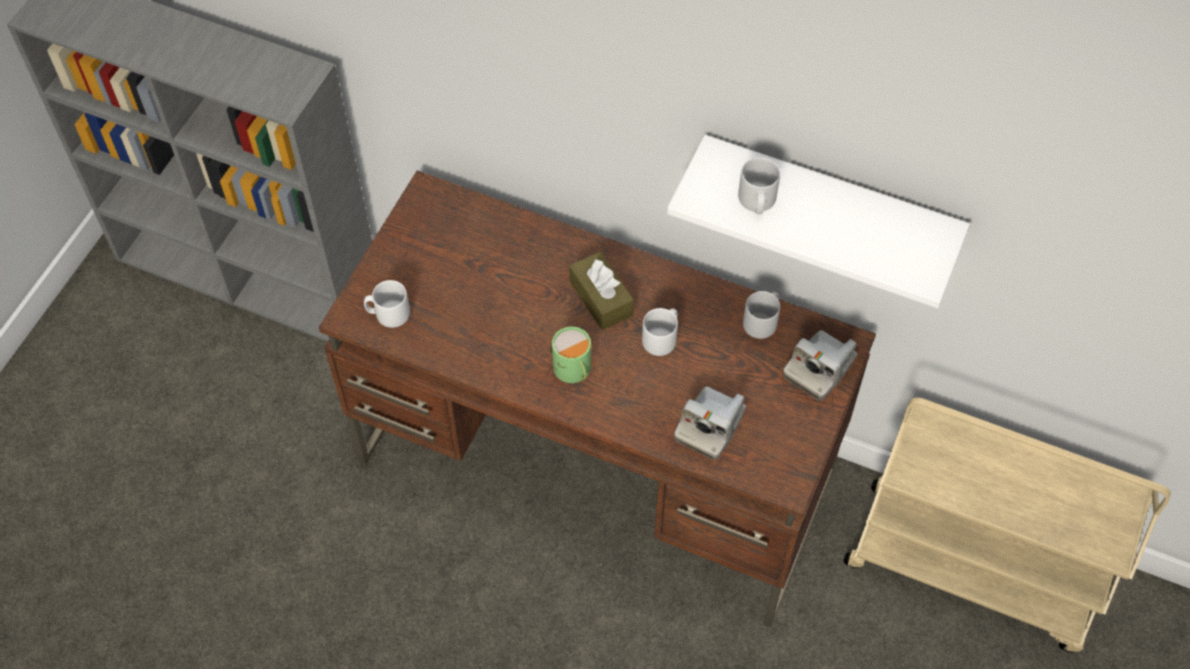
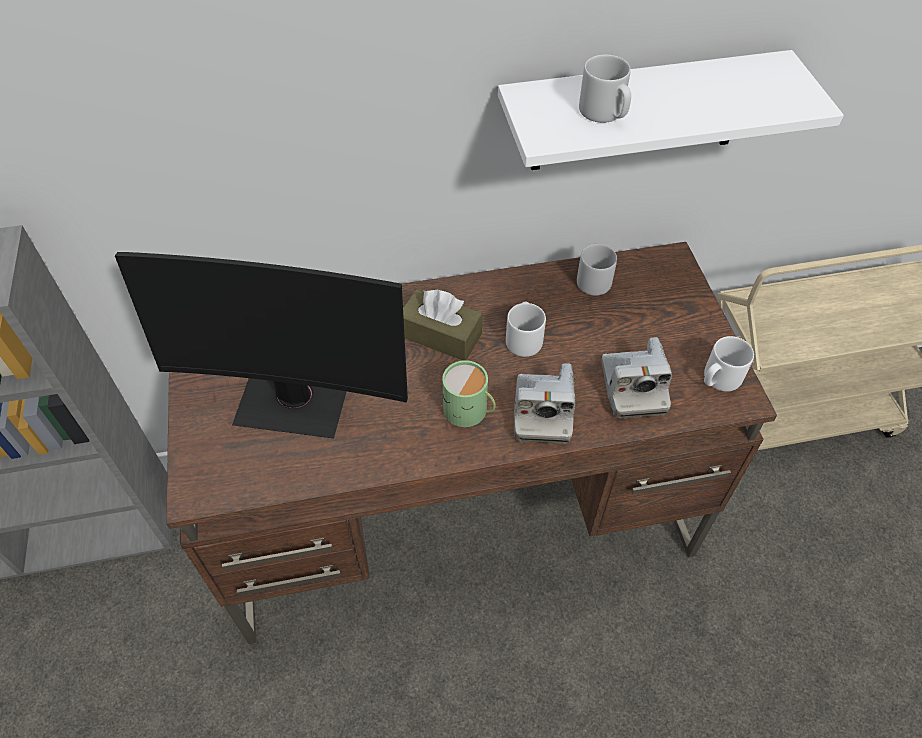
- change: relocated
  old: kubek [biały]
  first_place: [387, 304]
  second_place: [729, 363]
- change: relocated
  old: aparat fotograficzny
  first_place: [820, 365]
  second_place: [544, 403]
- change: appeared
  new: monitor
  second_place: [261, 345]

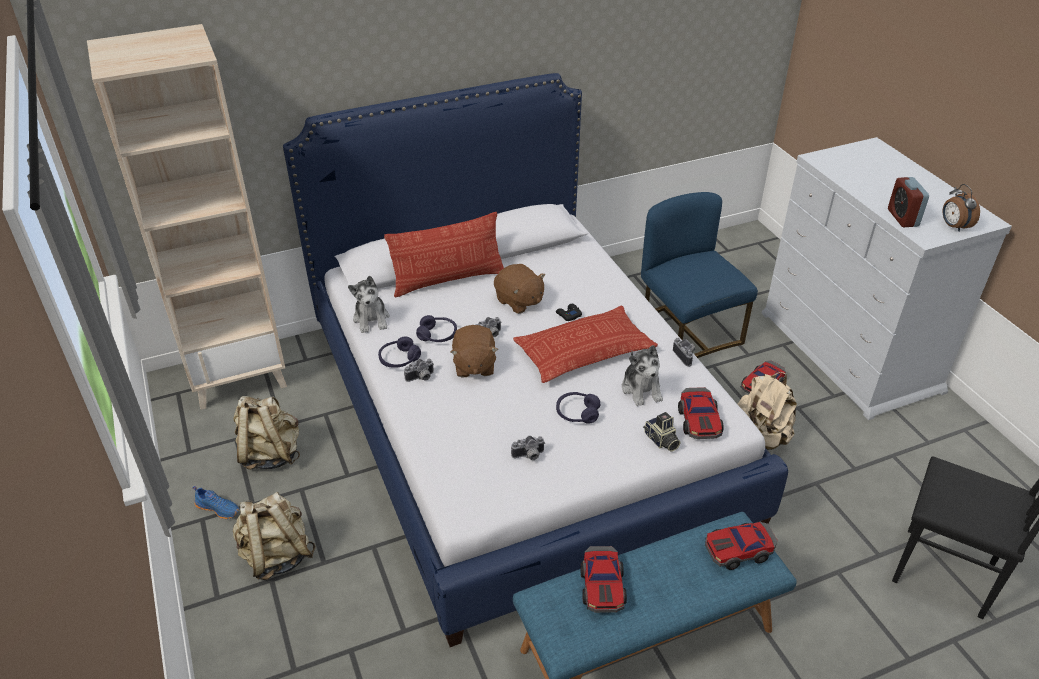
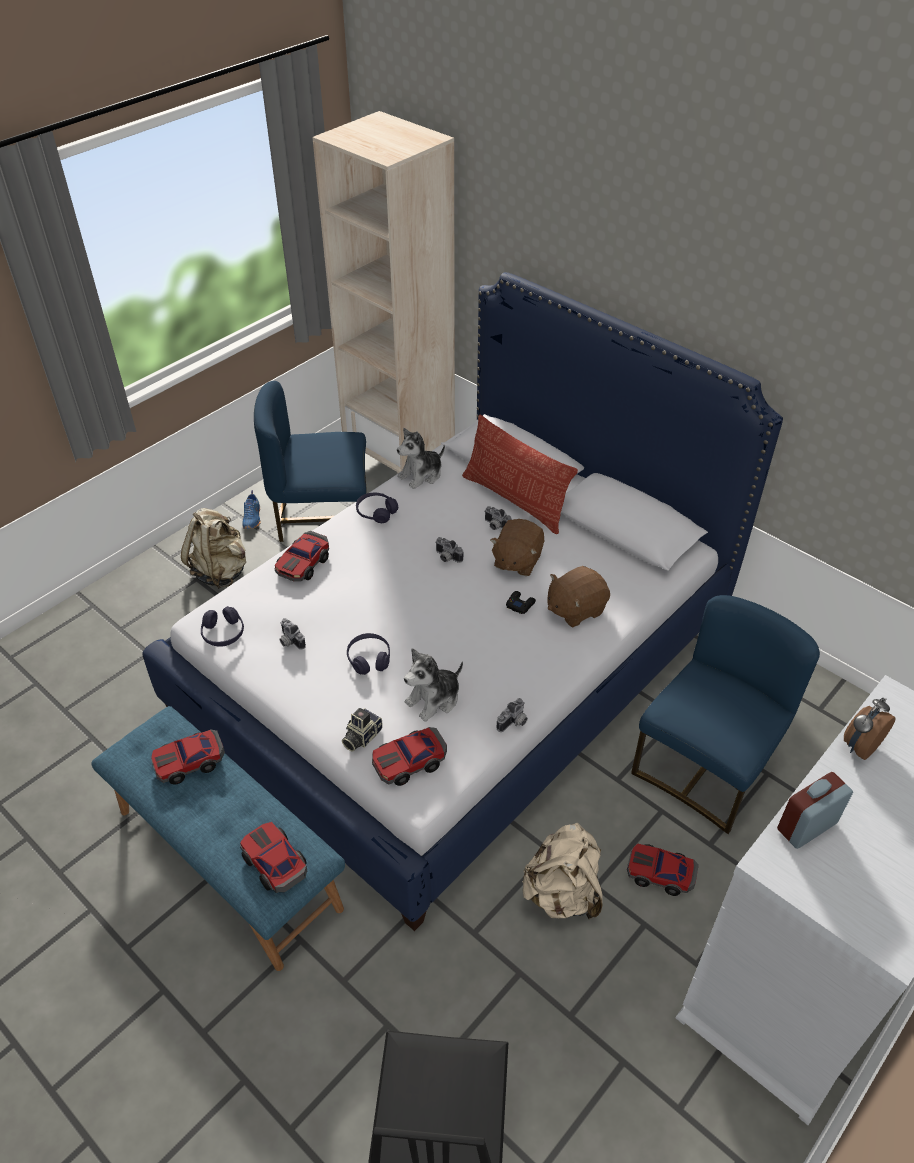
- change: exchanged
  old: plecak [beżowy]
  new: krzesło [niebieski]
  first_place: [266, 433]
  second_place: [310, 461]
- change: relocated
  old: aparat fotograficzny
  first_place: [419, 370]
  second_place: [498, 518]
- change: relocated
  old: słuchawki [fioletowy]
  first_place: [436, 328]
  second_place: [222, 626]
- change: relocated
  old: pluszak [brązowy]
  first_place: [474, 351]
  second_place: [578, 596]
- change: missing
  old: poduszka
  first_place: [585, 344]
- change: relocated
  old: budzik
  first_place: [961, 208]
  second_place: [870, 729]
- change: appeared
  new: samochodzik
  second_place: [301, 556]

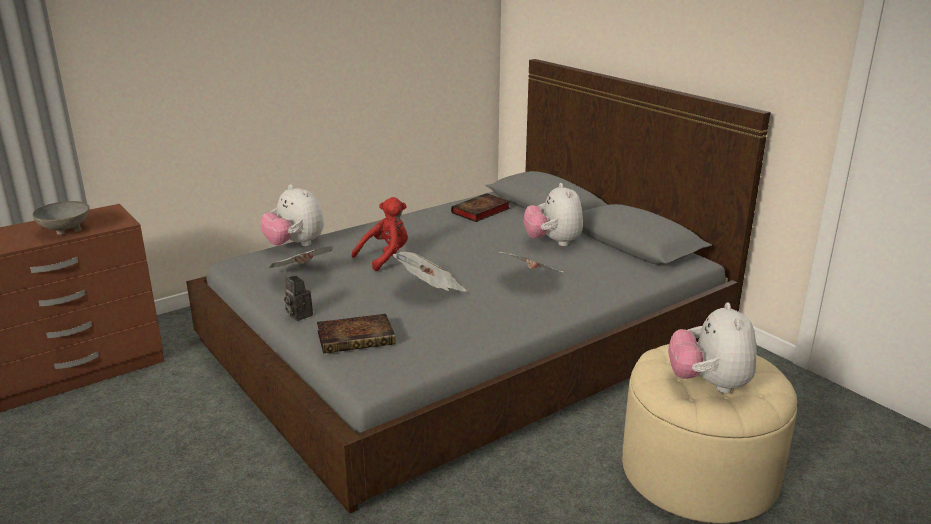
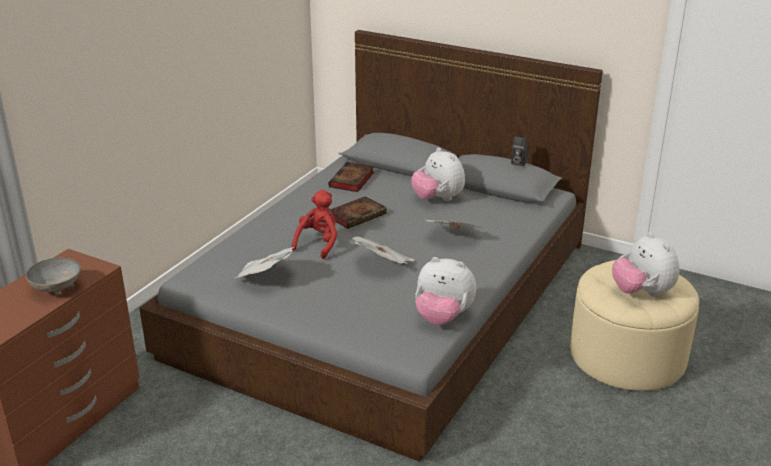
- change: relocated
  old: pluszak
  first_place: [292, 215]
  second_place: [445, 291]
- change: relocated
  old: aparat fotograficzny
  first_place: [298, 298]
  second_place: [520, 150]
- change: relocated
  old: książka
  first_place: [356, 333]
  second_place: [359, 212]

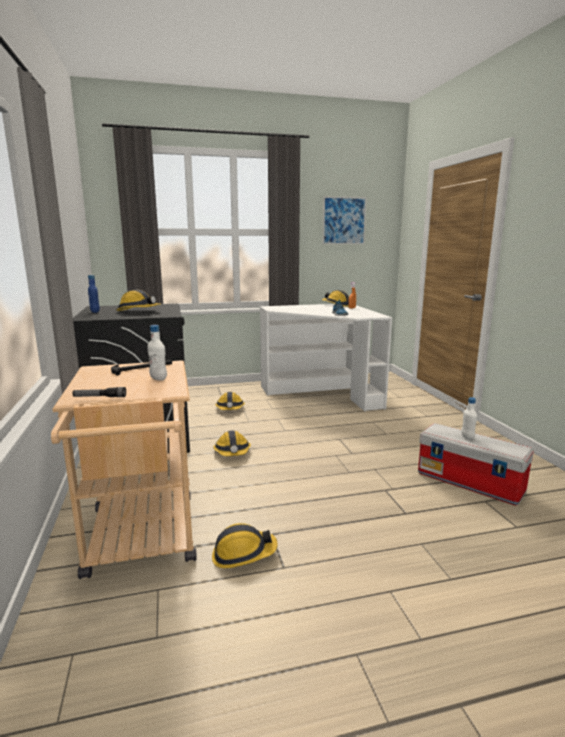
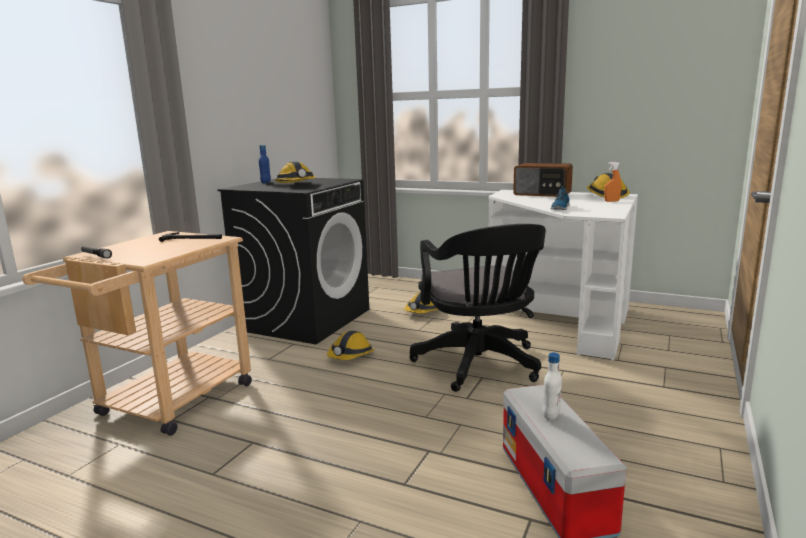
- change: missing
  old: butelka [biały]
  first_place: [157, 353]
- change: missing
  old: kask
  first_place: [244, 545]
- change: missing
  old: obraz
  first_place: [344, 220]
- change: appeared
  new: krzesło biurowe [czarny]
  second_place: [477, 308]
- change: appeared
  new: radio
  second_place: [543, 180]

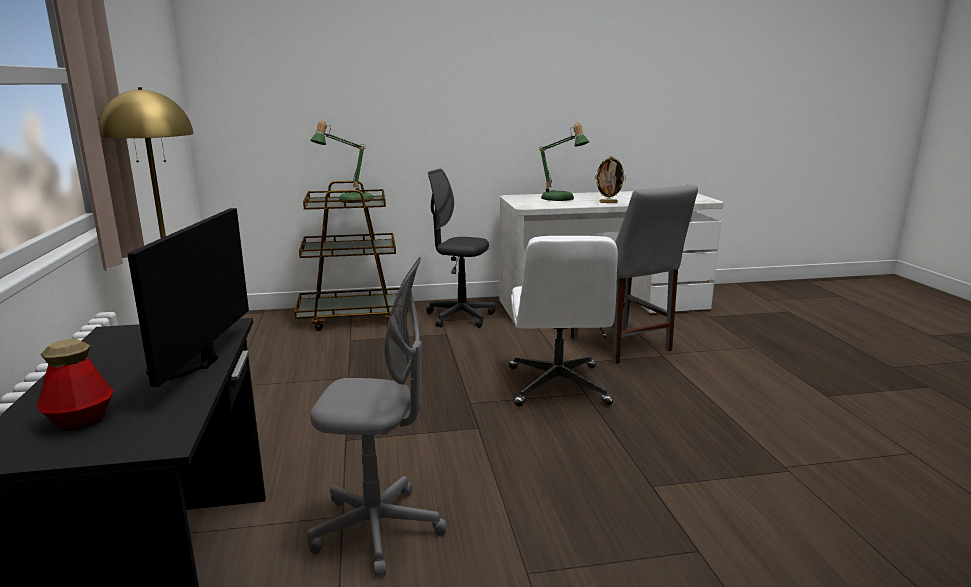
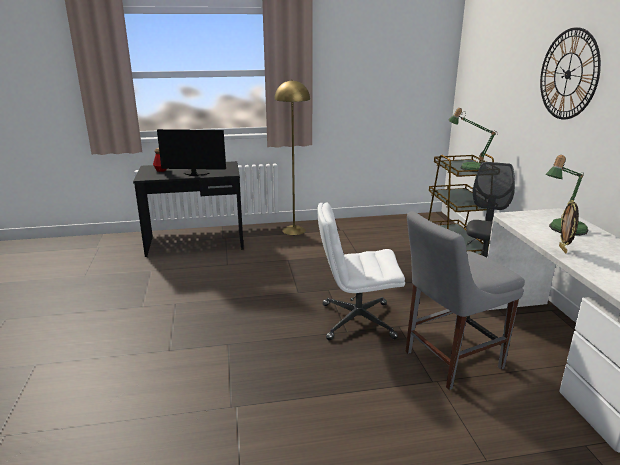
- change: missing
  old: krzesło biurowe [szary]
  first_place: [377, 417]
- change: appeared
  new: zegar ścienny
  second_place: [570, 73]

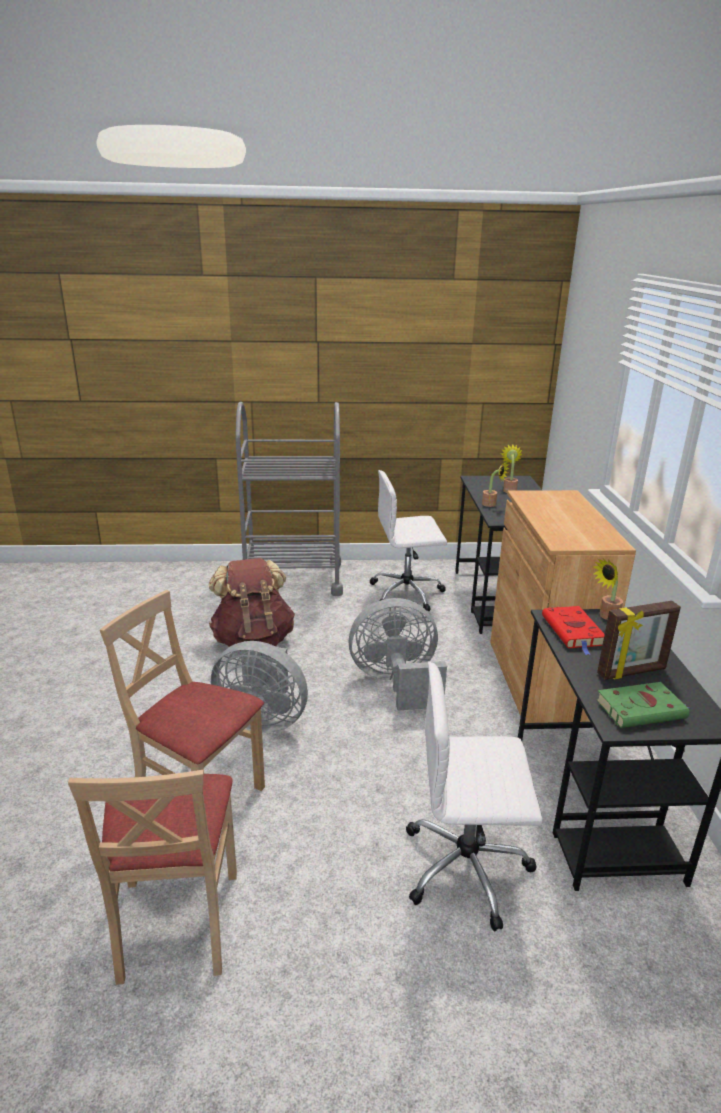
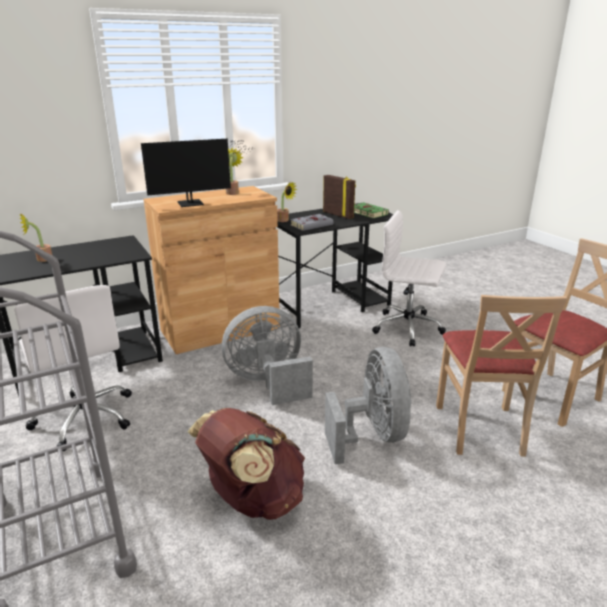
- change: spun
  old: wentylator [szary]
  first_place: [398, 654]
  second_place: [267, 355]
  degrees: 105
- change: spun
  old: krzesło biurowe [biały]
  first_place: [474, 796]
  second_place: [409, 278]
  degrees: 135
- change: relocated
  old: roślina doniczkowa
  first_place: [496, 484]
  second_place: [235, 171]
- change: colour
  old: książka [czerwony]
  new: książka [szary]
  first_place: [573, 630]
  second_place: [312, 222]
- change: appeared
  new: monitor
  second_place: [197, 173]

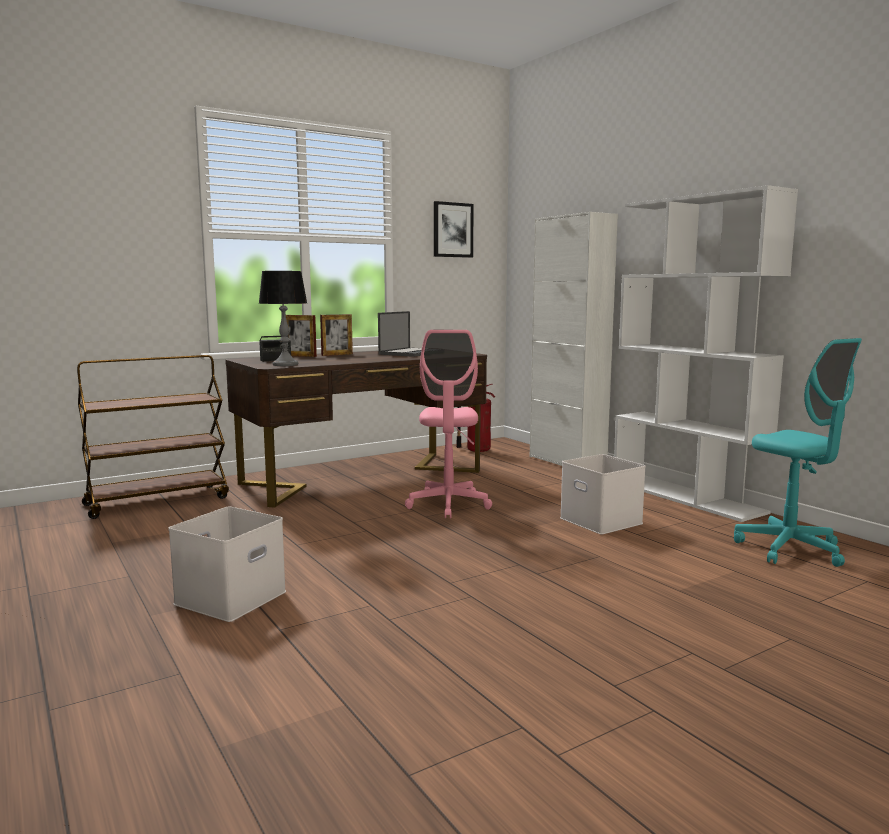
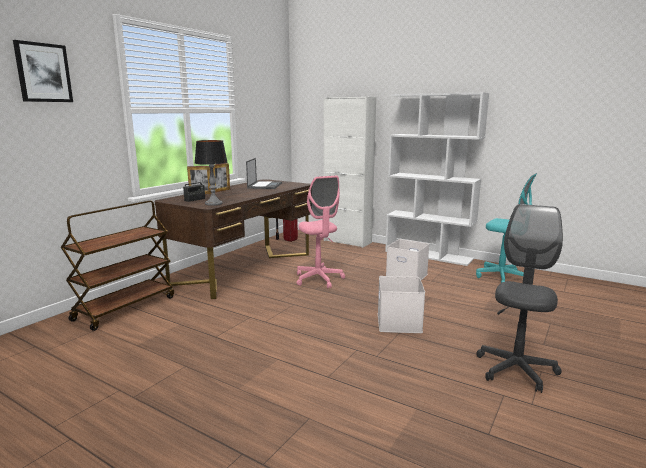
- change: relocated
  old: pojemnik do przechowywania [biały]
  first_place: [227, 564]
  second_place: [401, 304]
- change: relocated
  old: obraz
  first_place: [454, 229]
  second_place: [43, 71]
- change: appeared
  new: krzesło biurowe [szary]
  second_place: [519, 298]

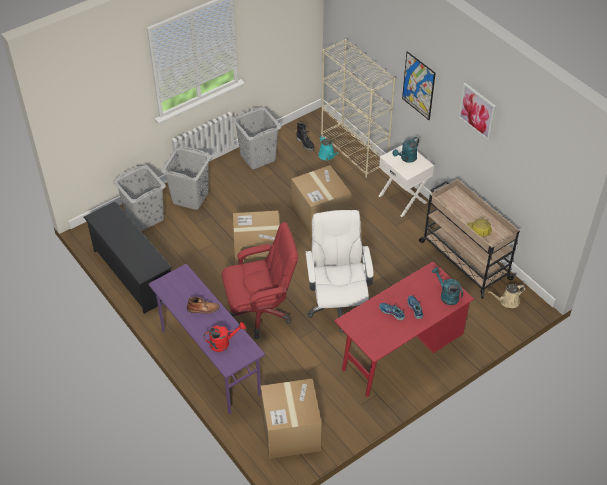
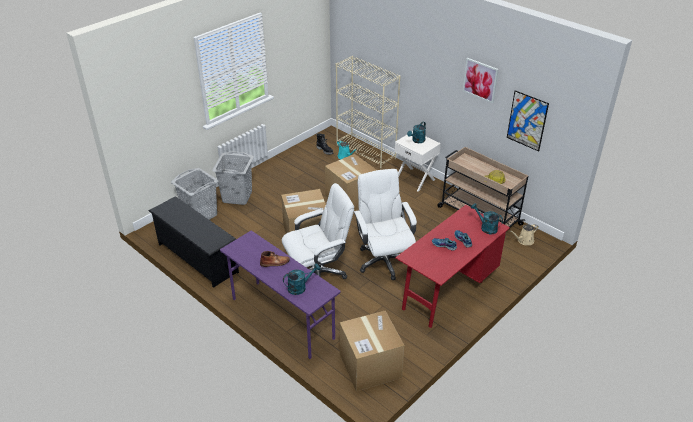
- change: colour
  old: konewka [czerwony]
  new: konewka [turkusowy]
  first_place: [225, 337]
  second_place: [301, 279]
- change: colour
  old: krzesło biurowe [czerwony]
  new: krzesło biurowe [biały]
  first_place: [260, 280]
  second_place: [318, 231]
- change: missing
  old: kosz na pranie [szary]
  first_place: [256, 138]
- change: relocated
  old: obraz
  first_place: [419, 85]
  second_place: [528, 120]

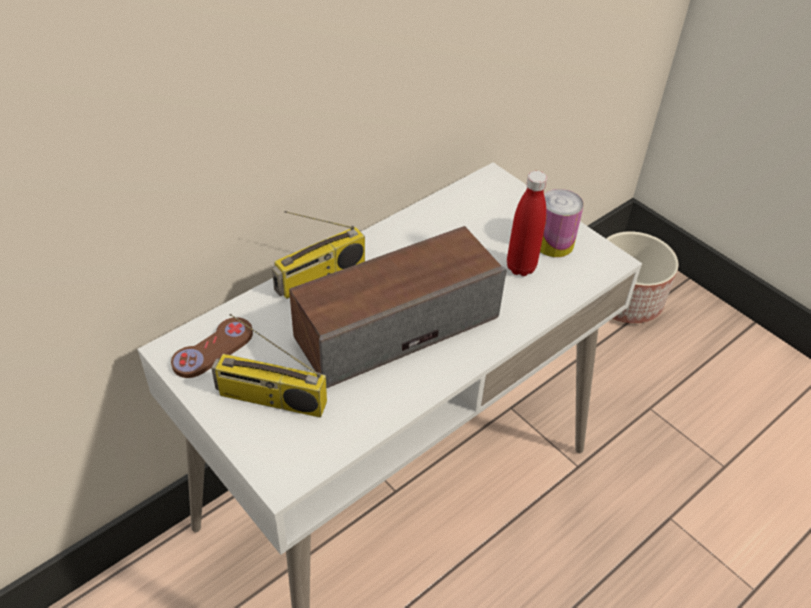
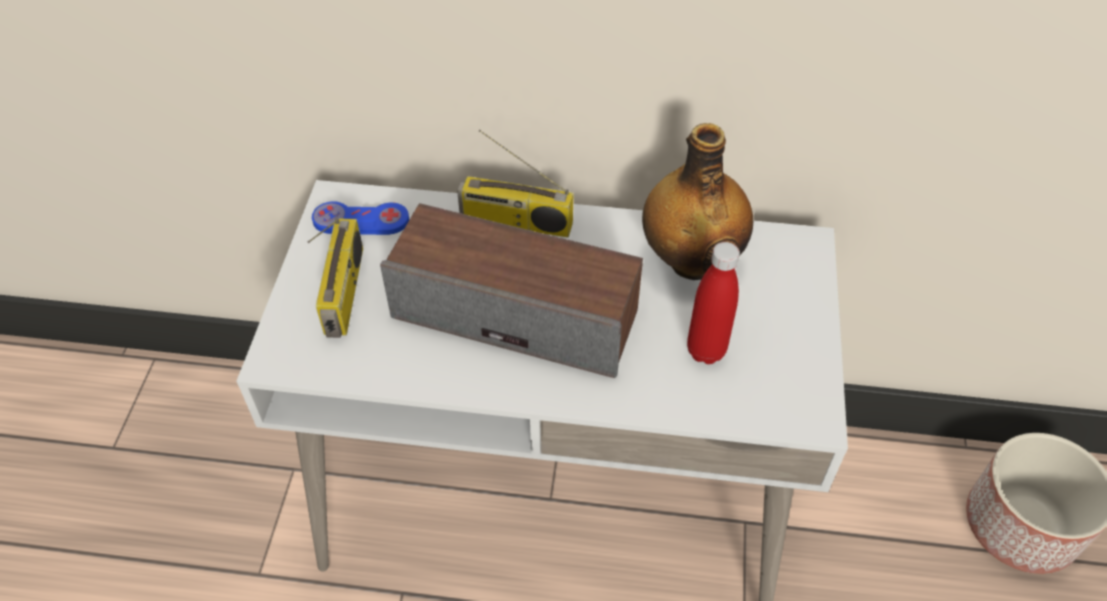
- change: colour
  old: pad do gier [brązowy]
  new: pad do gier [niebieski]
  first_place: [212, 347]
  second_place: [360, 218]
- change: spun
  old: radio
  first_place: [269, 366]
  second_place: [335, 278]
  degrees: -150
- change: missing
  old: puszka
  first_place: [562, 223]
- change: appeared
  new: butelka
  second_place: [697, 201]

